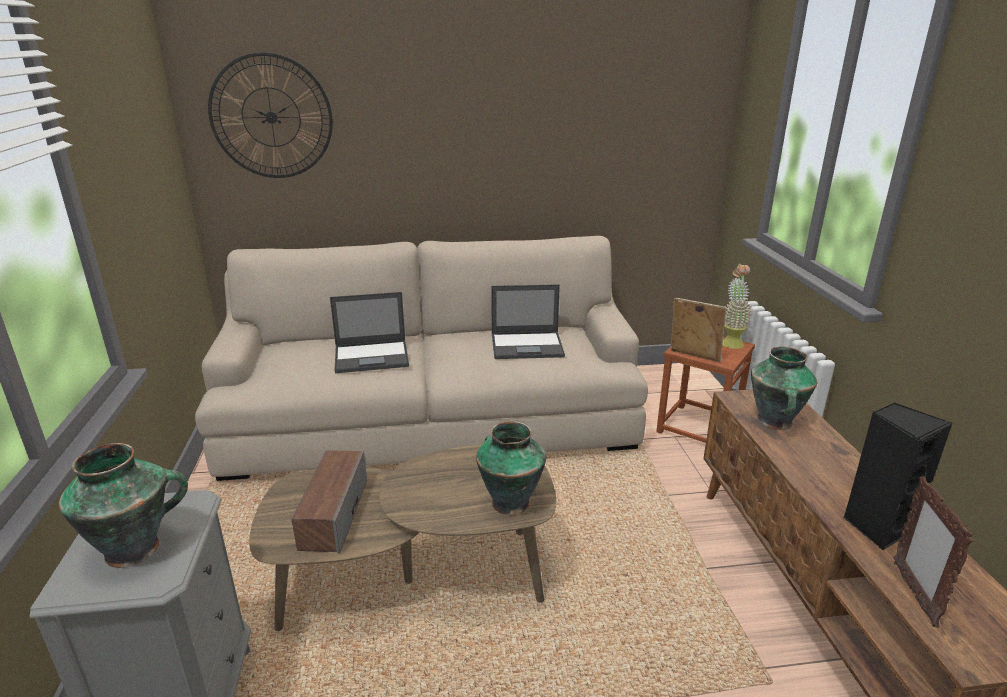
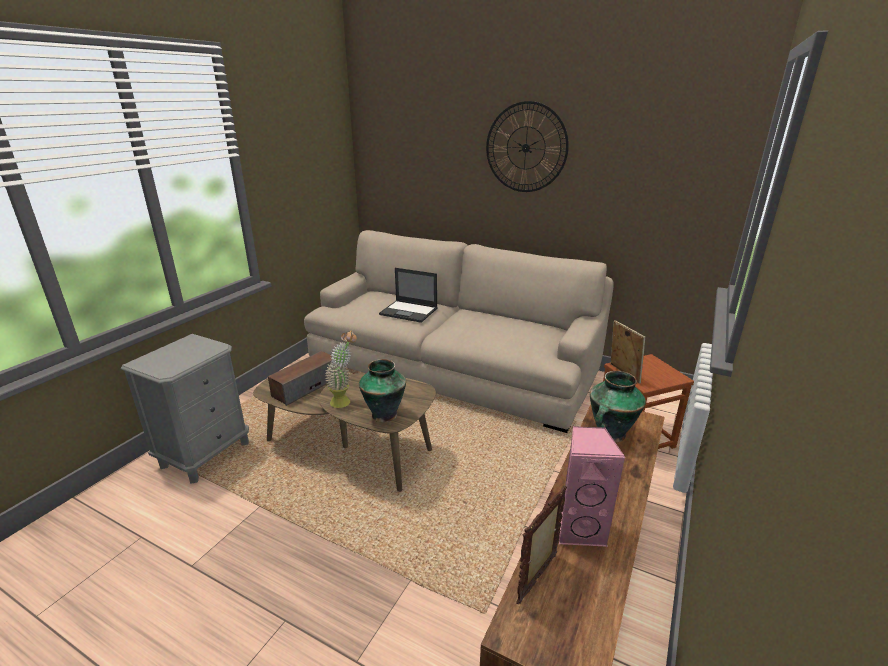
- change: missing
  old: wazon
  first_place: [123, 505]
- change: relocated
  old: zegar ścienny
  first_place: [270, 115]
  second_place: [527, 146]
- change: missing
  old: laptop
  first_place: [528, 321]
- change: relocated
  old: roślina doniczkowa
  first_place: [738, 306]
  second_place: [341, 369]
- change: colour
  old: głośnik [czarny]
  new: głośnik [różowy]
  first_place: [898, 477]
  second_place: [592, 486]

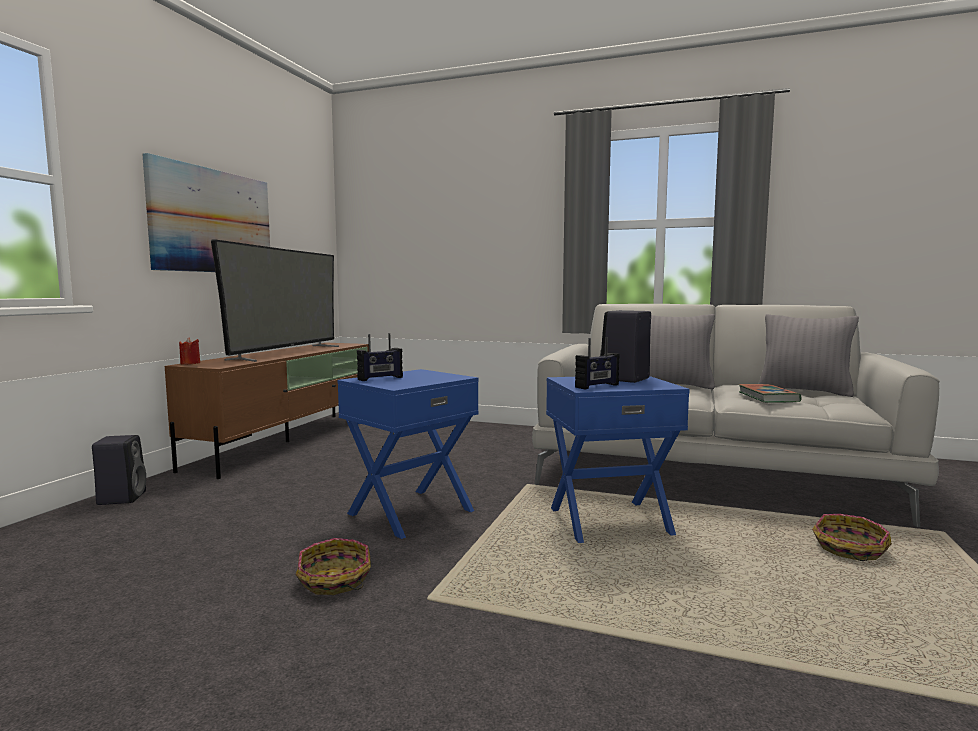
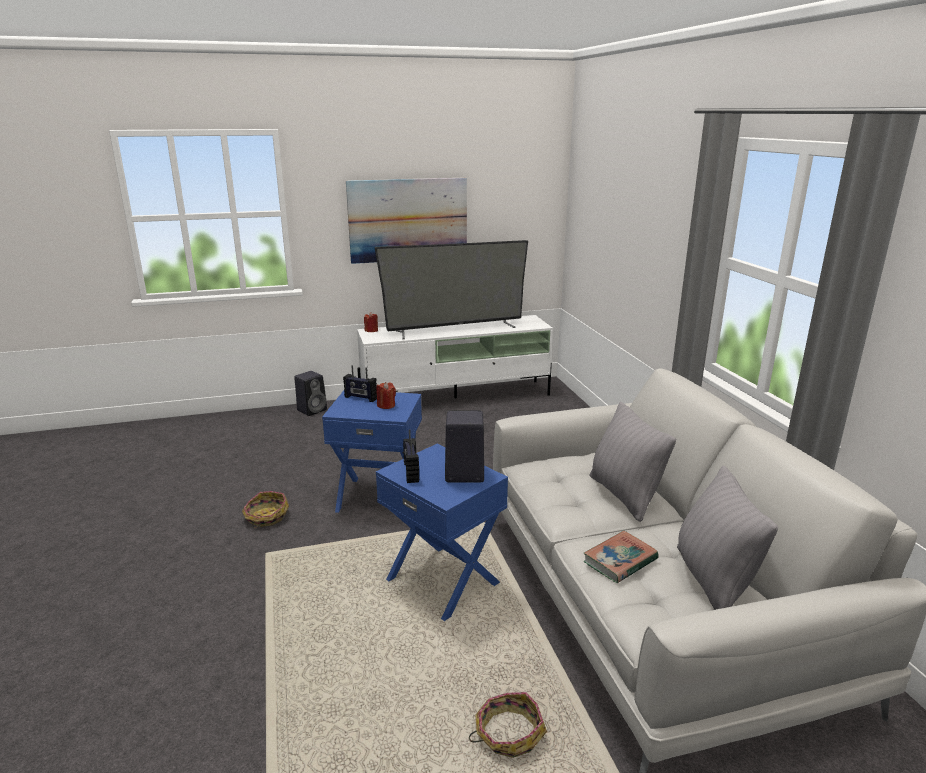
- change: colour
  old: szafka pod telewizor [brązowy]
  new: szafka pod telewizor [biały]
  first_place: [267, 411]
  second_place: [455, 356]
- change: spun
  old: radio
  first_place: [597, 363]
  second_place: [411, 456]
  degrees: 60
- change: appeared
  new: świeca [czerwony]
  second_place: [386, 395]

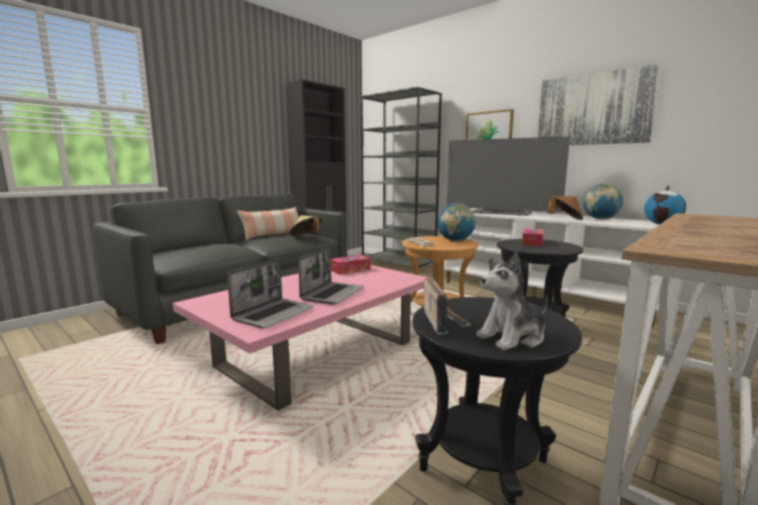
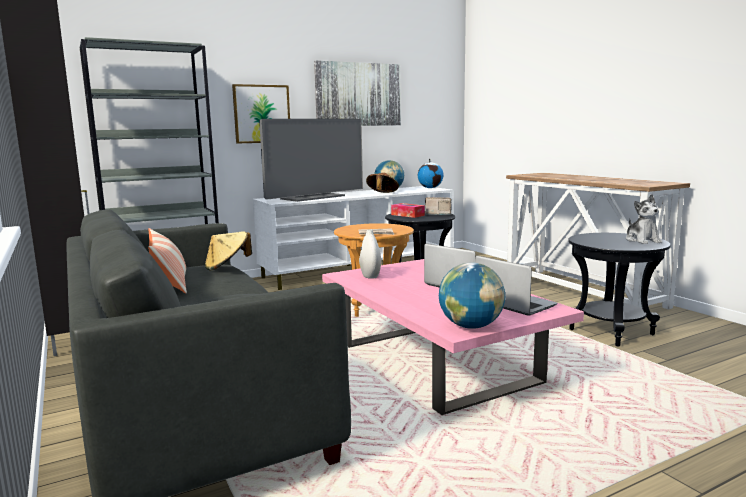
- change: exchanged
  old: pudełko chusteczek
  new: wazon [biały]
  first_place: [351, 265]
  second_place: [370, 254]
- change: relocated
  old: radio
  first_place: [447, 305]
  second_place: [438, 206]
- change: relocated
  old: globus
  first_place: [456, 222]
  second_place: [472, 295]

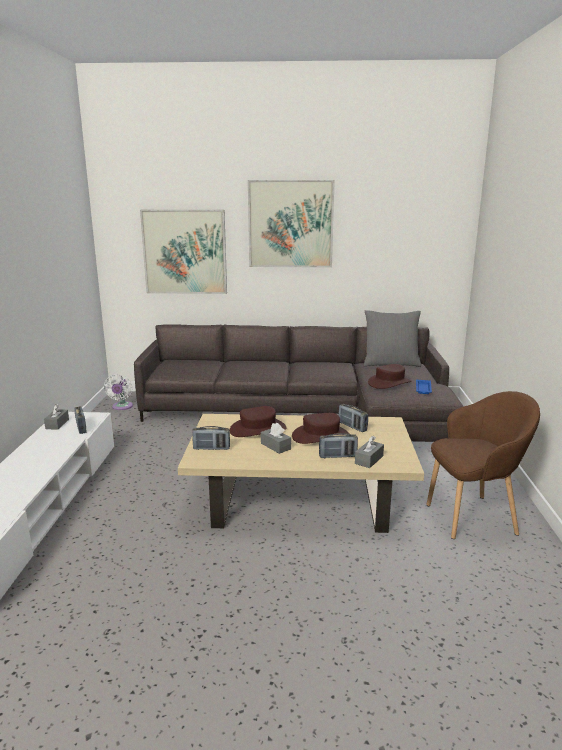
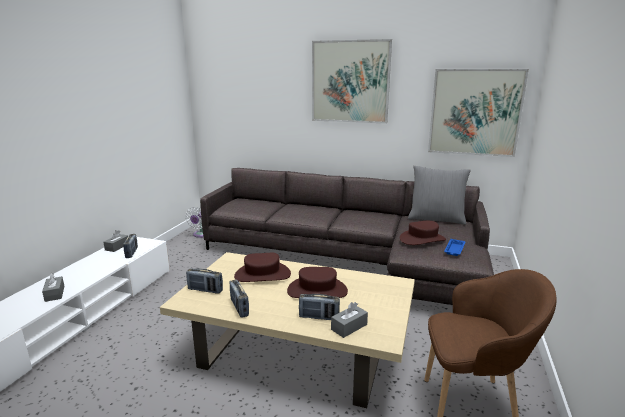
- change: relocated
  old: obraz
  first_place: [183, 252]
  second_place: [478, 113]
- change: relocated
  old: pudełko chusteczek [szary]
  first_place: [276, 438]
  second_place: [53, 287]
- change: relocated
  old: radio
  first_place: [353, 418]
  second_place: [239, 299]

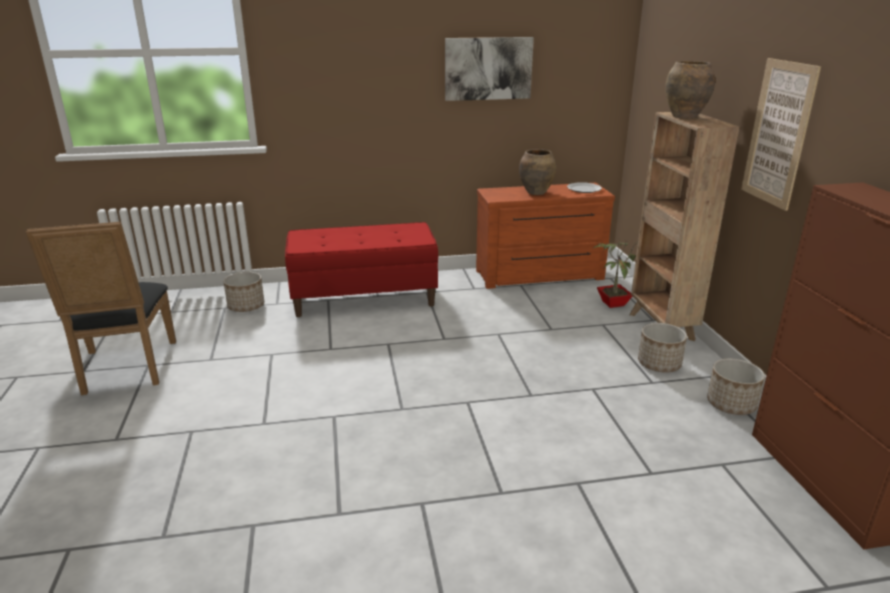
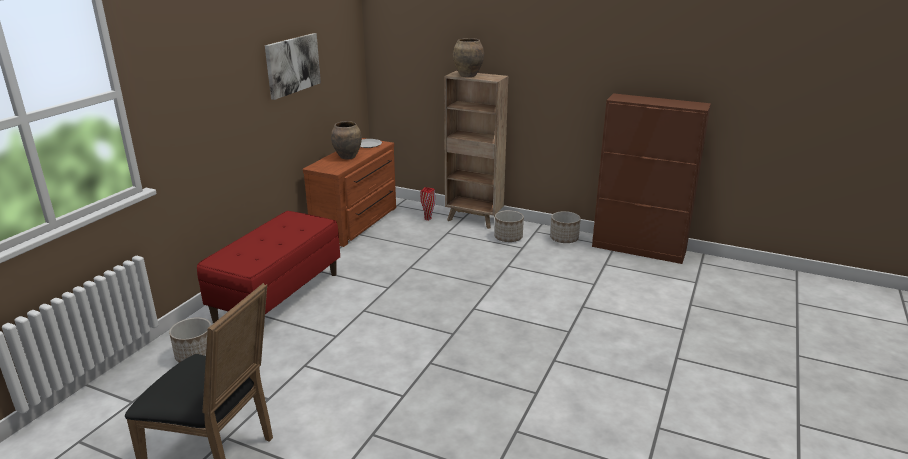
- change: exchanged
  old: roślina doniczkowa
  new: wazon [czerwony]
  first_place: [616, 273]
  second_place: [427, 204]
- change: missing
  old: obraz
  first_place: [781, 134]

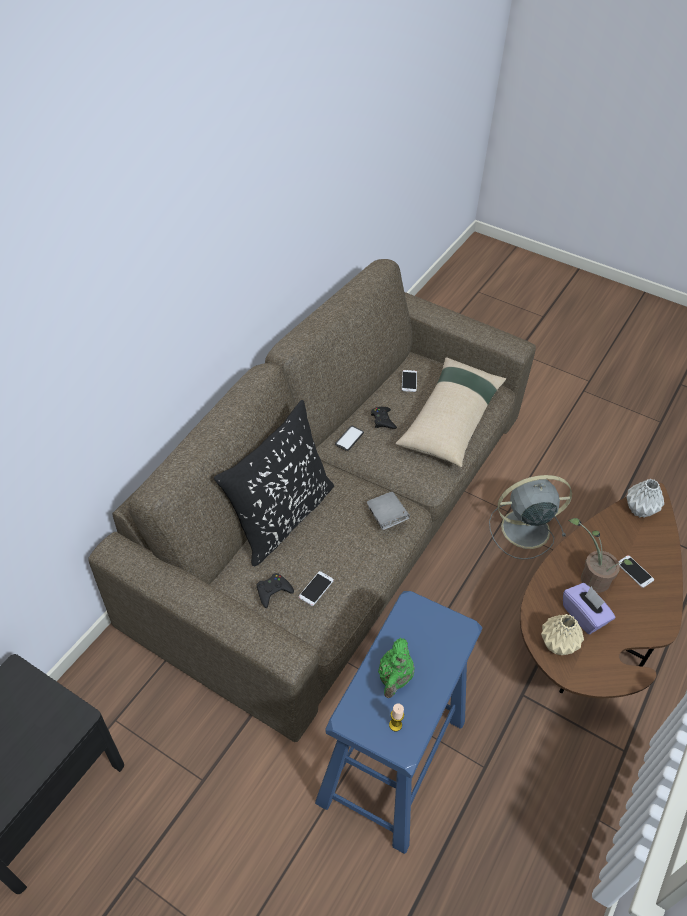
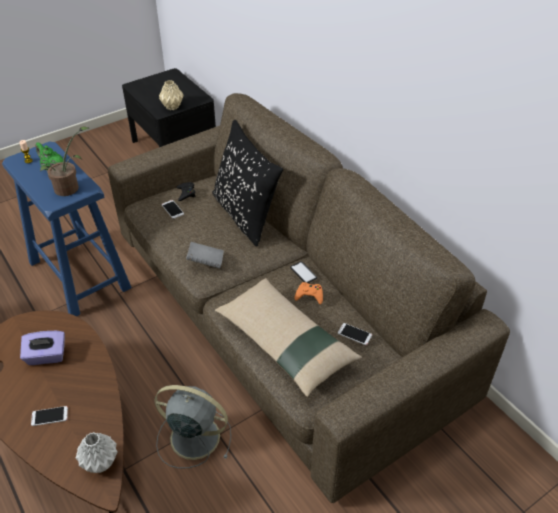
- change: colour
  old: pad do gier [czarny]
  new: pad do gier [pomarańczowy]
  first_place: [384, 418]
  second_place: [309, 293]
- change: spun
  old: wentylator [szary]
  first_place: [530, 517]
  second_place: [192, 427]
  degrees: -90
- change: relocated
  old: wazon [beżowy]
  first_place: [562, 634]
  second_place: [171, 95]
- change: relocated
  old: roślina doniczkowa
  first_place: [601, 555]
  second_place: [65, 161]

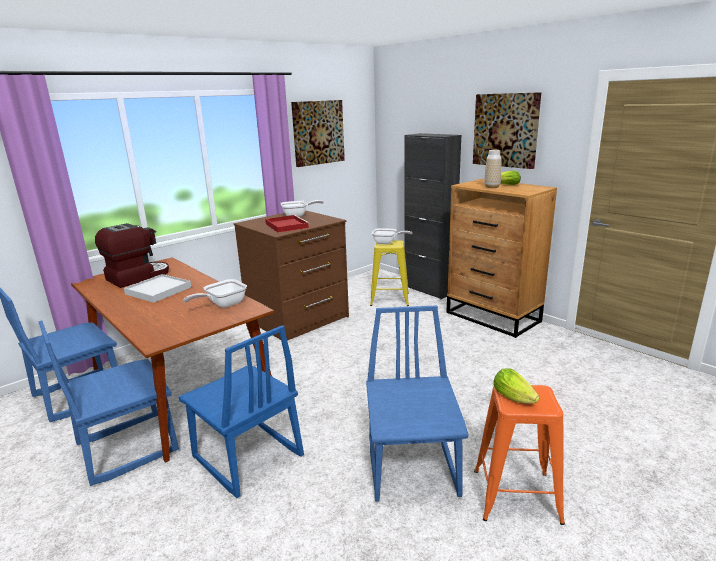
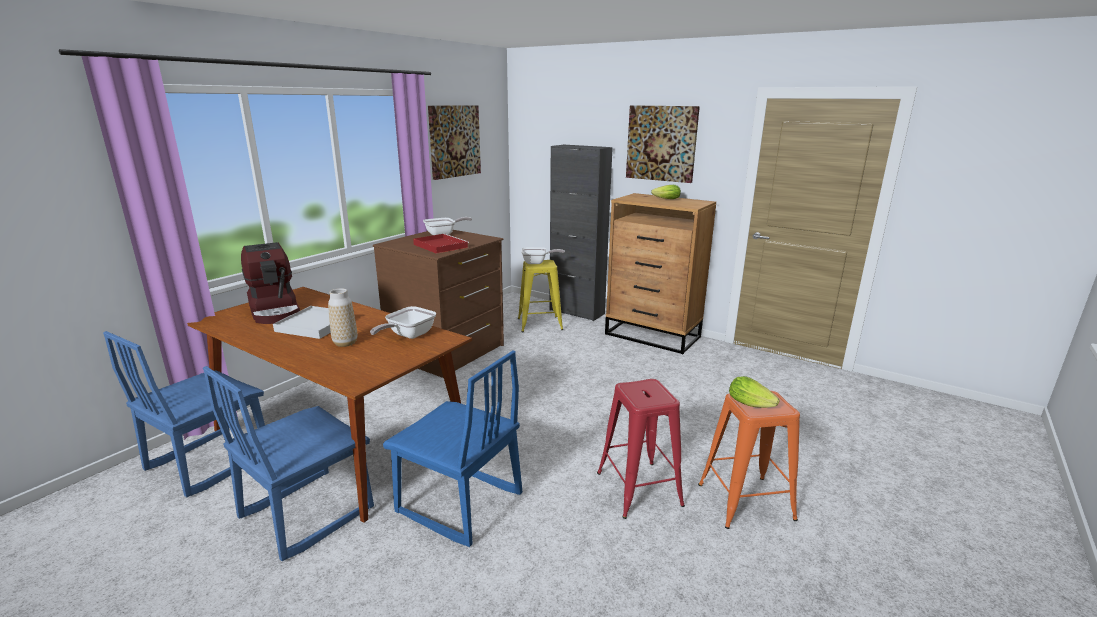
- change: spun
  old: ekspres do kawy
  first_place: [132, 255]
  second_place: [270, 283]
  degrees: 120
- change: exchanged
  old: krzesło [niebieski]
  new: stołek [czerwony]
  first_place: [417, 403]
  second_place: [641, 449]
- change: relocated
  old: wazon
  first_place: [493, 169]
  second_place: [342, 317]

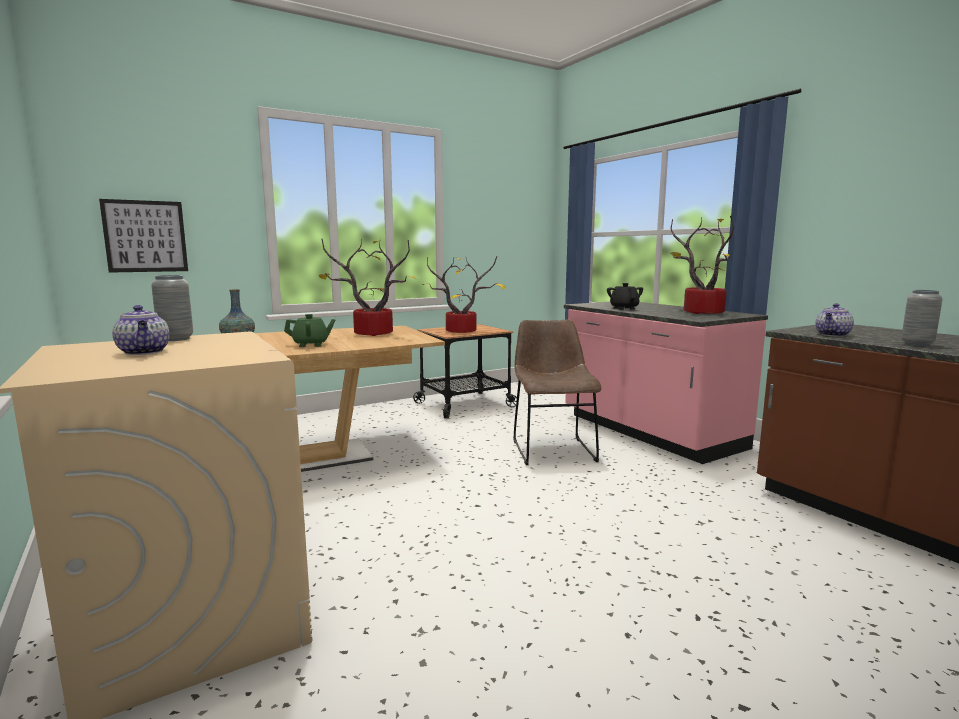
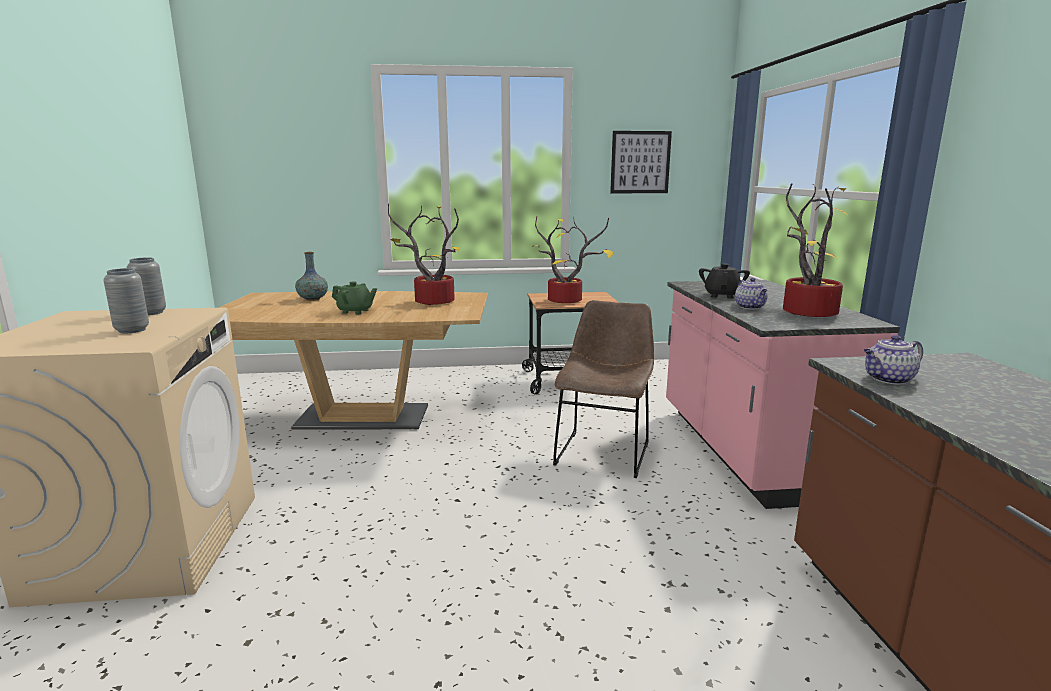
- change: relocated
  old: obraz
  first_place: [143, 236]
  second_place: [641, 162]
- change: relocated
  old: imbryk
  first_place: [141, 330]
  second_place: [751, 293]
- change: relocated
  old: wazon [szary]
  first_place: [922, 318]
  second_place: [126, 300]

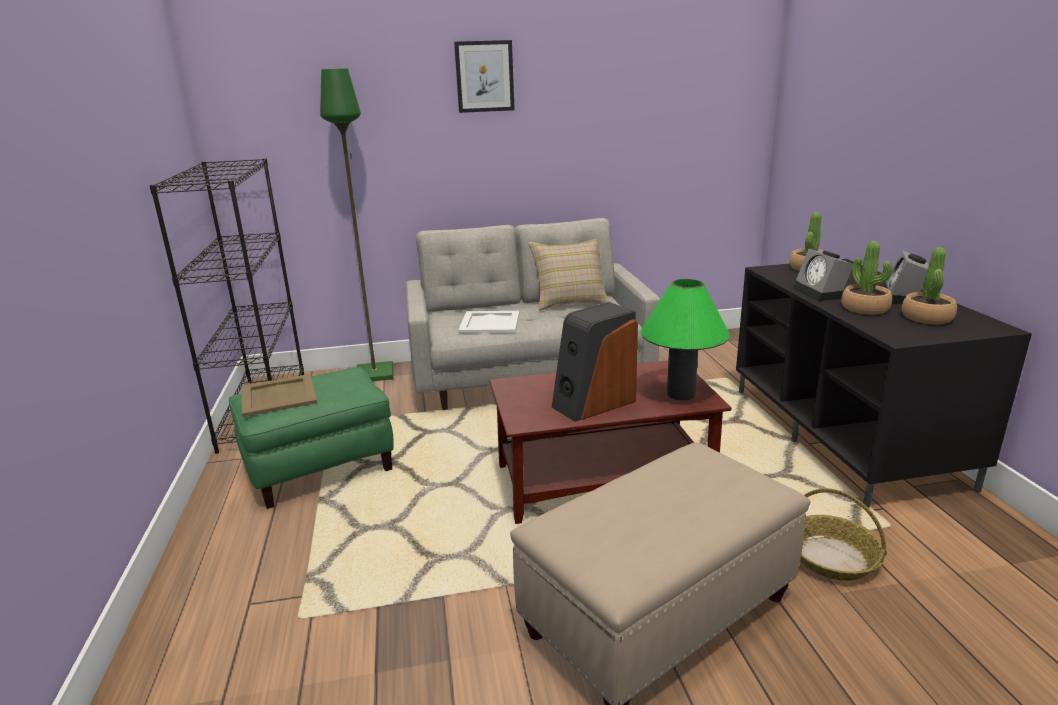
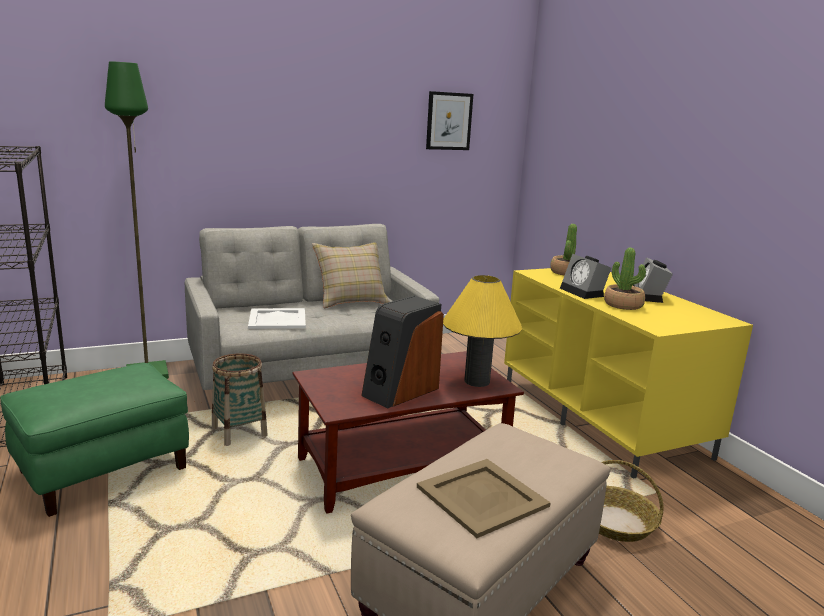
- change: relocated
  old: taca [beżowy]
  first_place: [279, 395]
  second_place: [484, 498]
- change: relocated
  old: obraz
  first_place: [484, 76]
  second_place: [449, 120]
- change: colour
  old: lampa stołowa [zielony]
  new: lampa stołowa [żółty]
  first_place: [685, 340]
  second_place: [482, 331]
- change: colour
  old: szafka pod telewizor [czarny]
  new: szafka pod telewizor [żółty]
  first_place: [884, 383]
  second_place: [628, 373]
- change: missing
  old: roślina doniczkowa
  first_place: [929, 285]
- change: appeared
  new: koszyk
  second_place: [239, 399]

